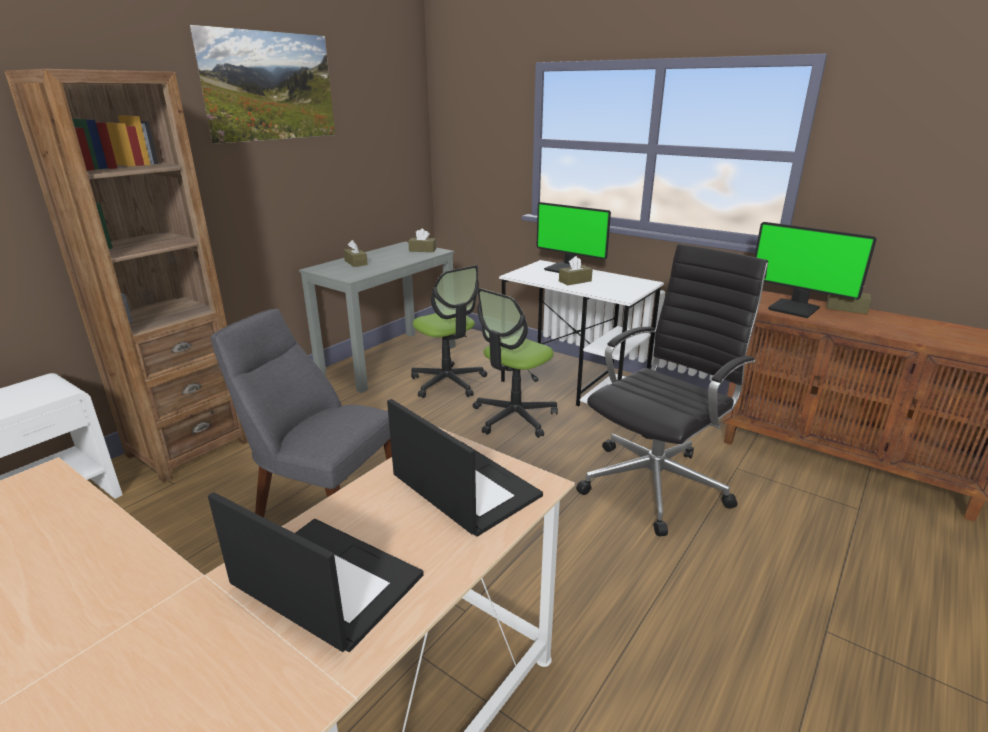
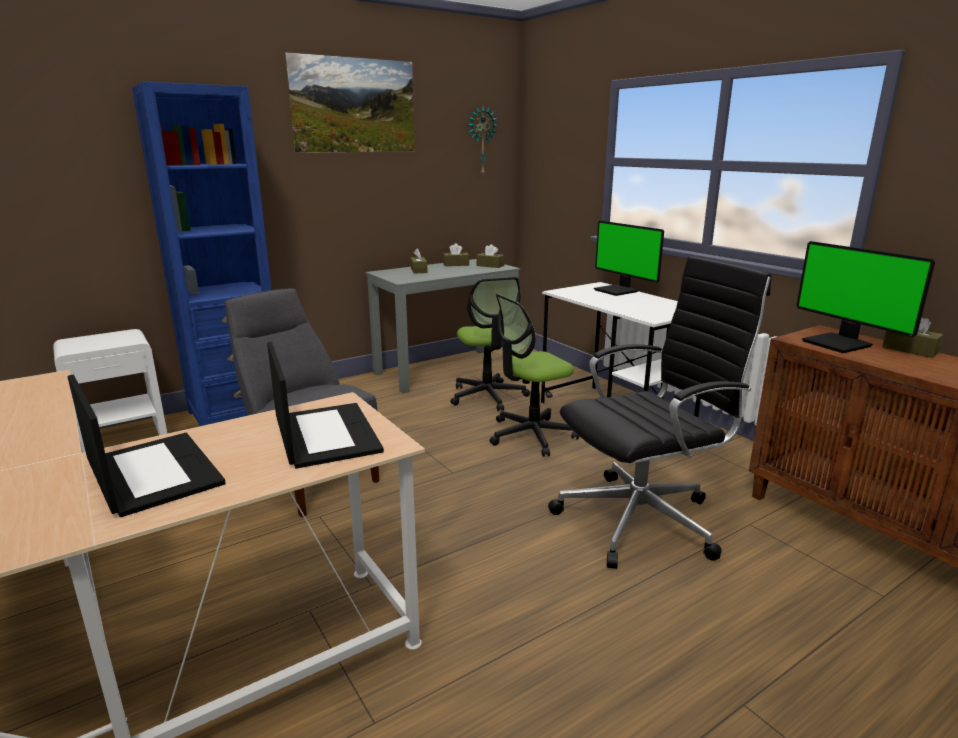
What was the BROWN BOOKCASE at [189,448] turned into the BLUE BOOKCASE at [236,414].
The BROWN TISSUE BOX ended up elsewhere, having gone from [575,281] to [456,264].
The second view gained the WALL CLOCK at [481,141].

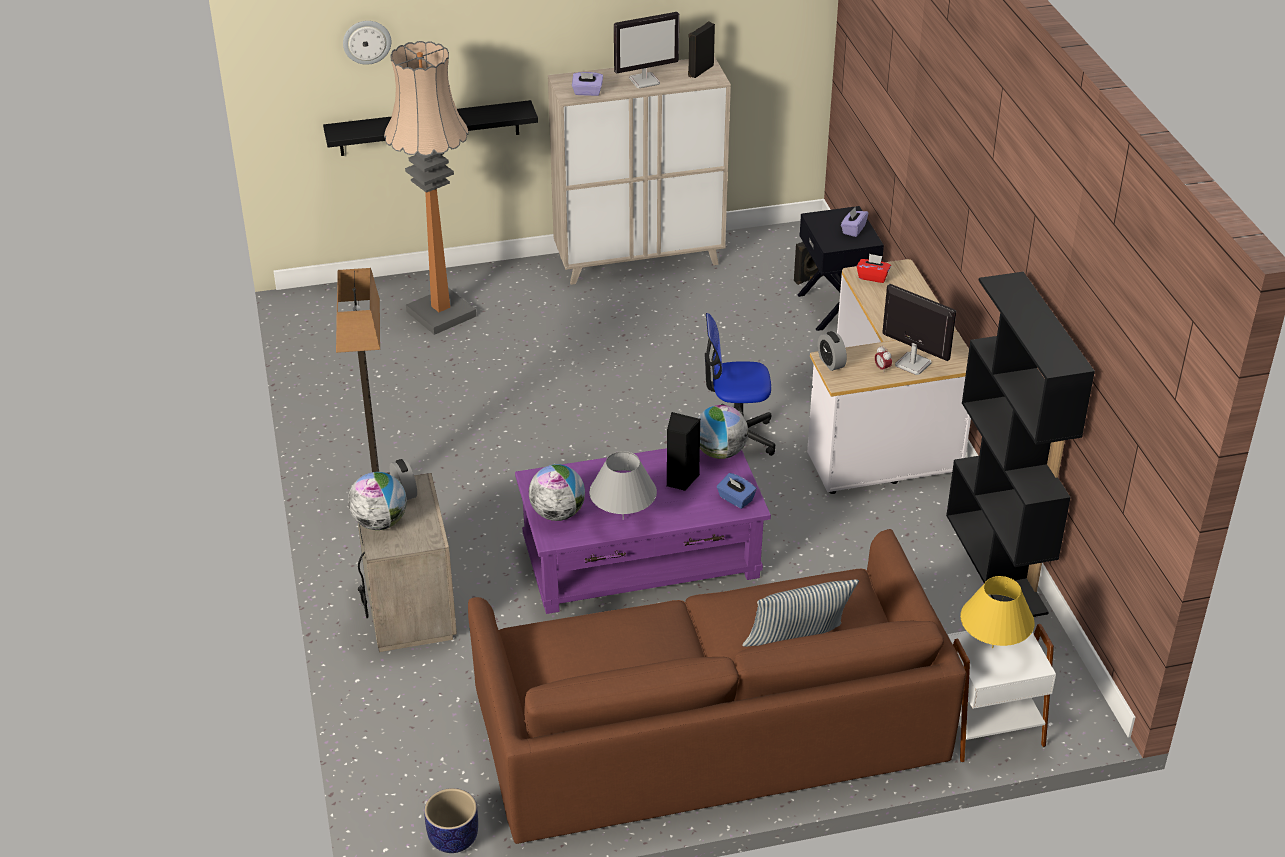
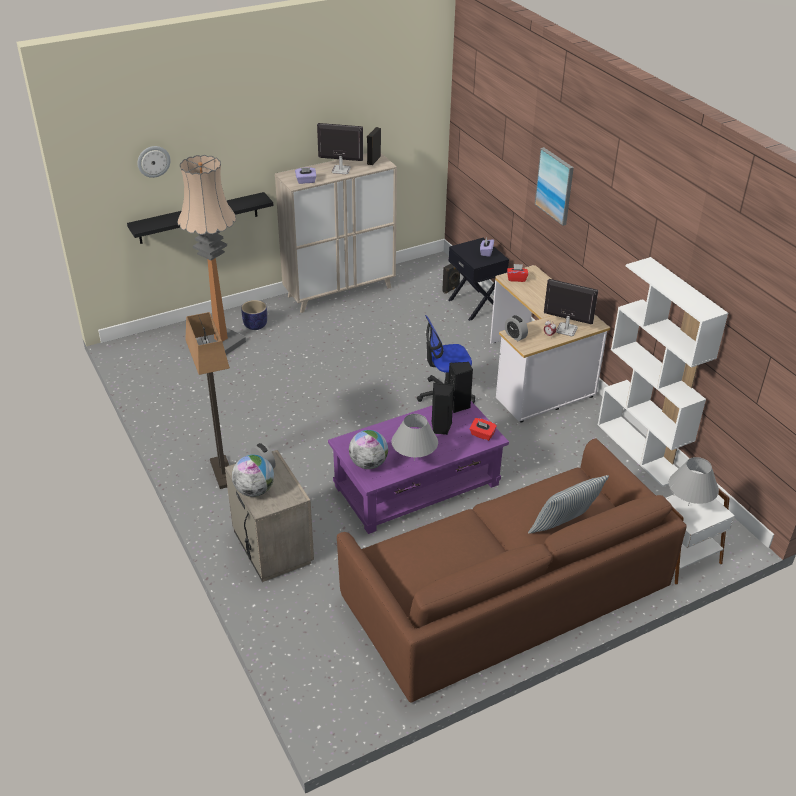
The PLANTER ended up elsewhere, having gone from [453,839] to [255,325].
The MONITOR at [645,81] ended up facing another way, 135 degrees counterclockwise from before.
Where the GLOBE stood at [720,452], the BLACK SPEAKER came to stand at [459,405].
What was the BLUE TISSUE BOX at [735,499] turned into the RED TISSUE BOX at [482,435].
The second view gained the PICTURE at [555,186].
What was the BLACK BOOKCASE at [997,563] turned into the WHITE BOOKCASE at [641,450].
What was the YELLOW TABLE LAMP at [992,647] turned into the GREY TABLE LAMP at [688,505].

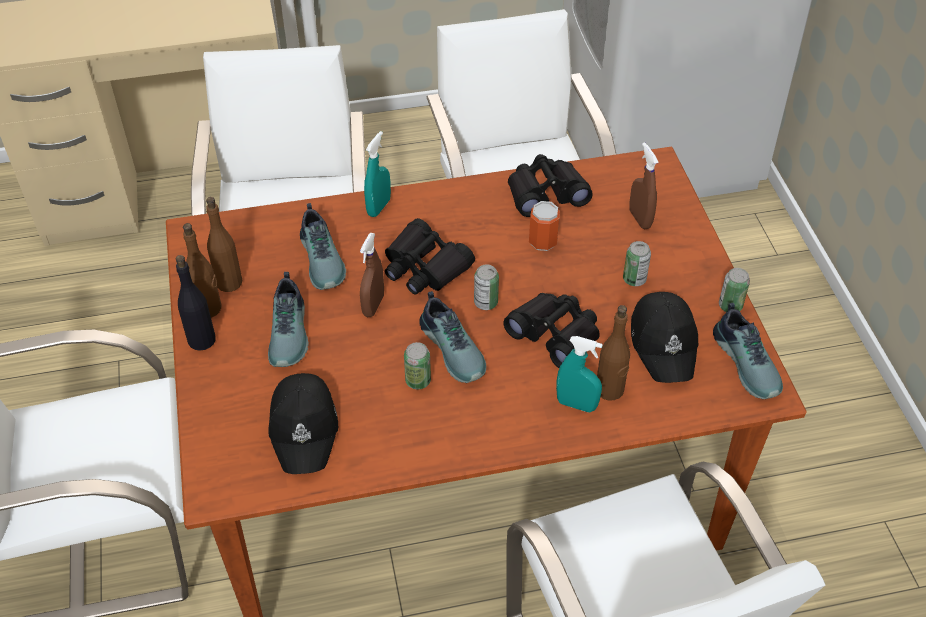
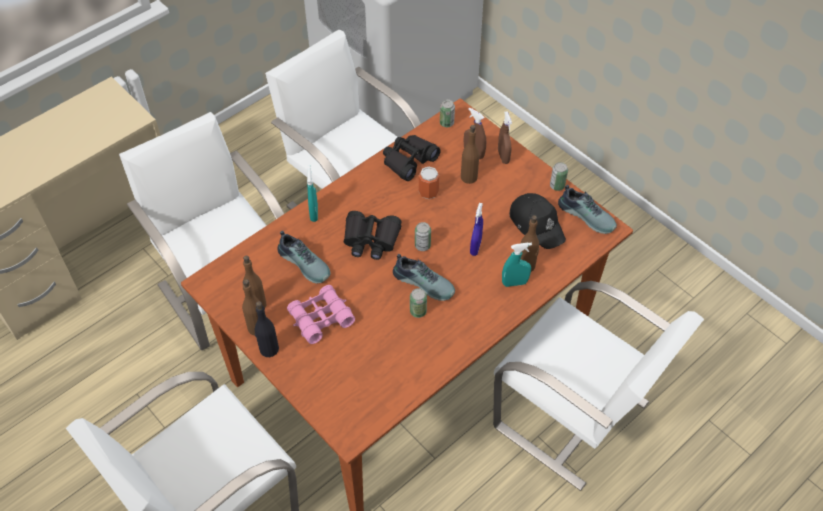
Where the SHOE stood at [291,332], the PINK BINOCULARS came to stand at [321,318].
The CAN ended up elsewhere, having gone from [634,279] to [446,123].
The second view gained the BROWN BOTTLE at [469,177].
Where the BLACK BINOCULARS stood at [555,335], the BLUE SPRAY BOTTLE came to stand at [475,247].
The BROWN SPRAY BOTTLE ended up elsewhere, having gone from [373,306] to [503,156].
The second view lost the BLACK CAP at [305,428].

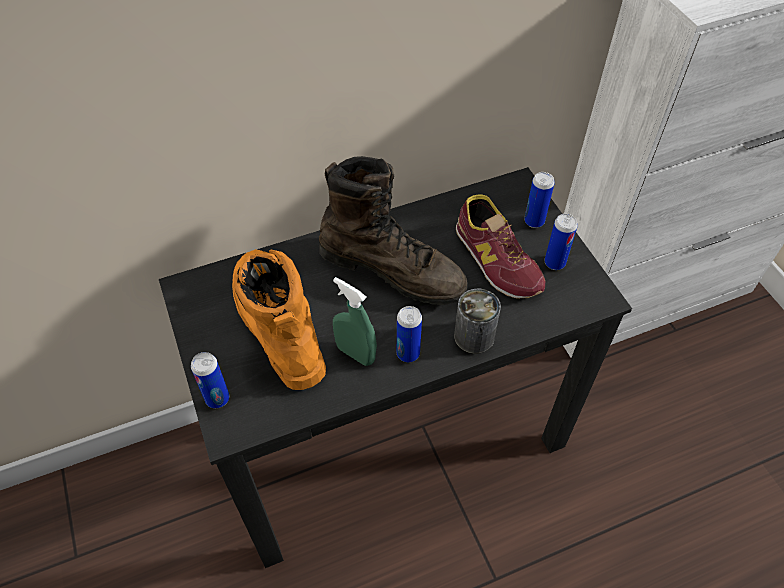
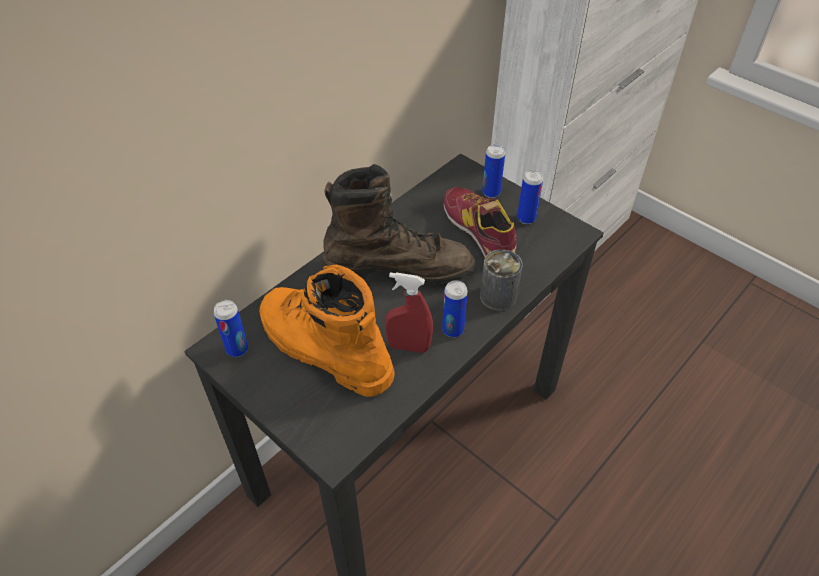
The CAN ended up elsewhere, having gone from [217,398] to [237,349].
What was the GREEN SPRAY BOTTLE at [355,353] turned into the RED SPRAY BOTTLE at [408,346].
The SHOE at [496,260] ended up facing another way, 150 degrees counterclockwise from before.

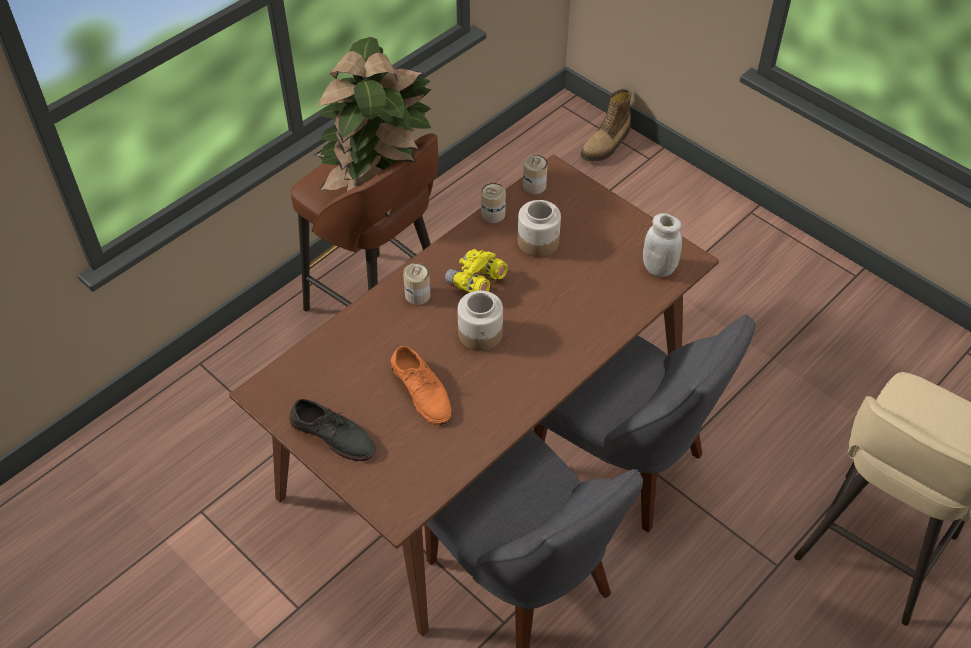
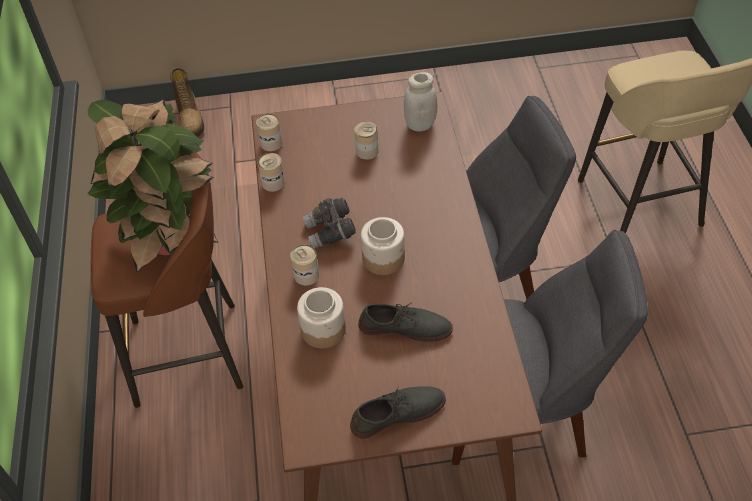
The JAR ended up elsewhere, having gone from [538,242] to [323,329].
What was the YELLOW BINOCULARS at [476,282] turned into the GREY BINOCULARS at [330,232].
The second view gained the CAN at [367,151].
What was the ORANGE SHOE at [422,390] turned into the GREY SHOE at [405,327].

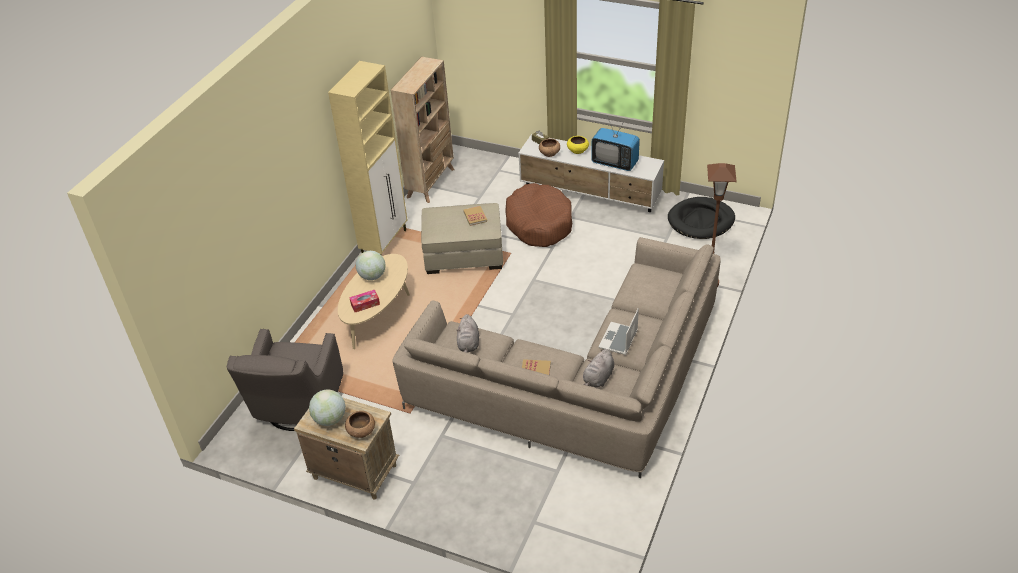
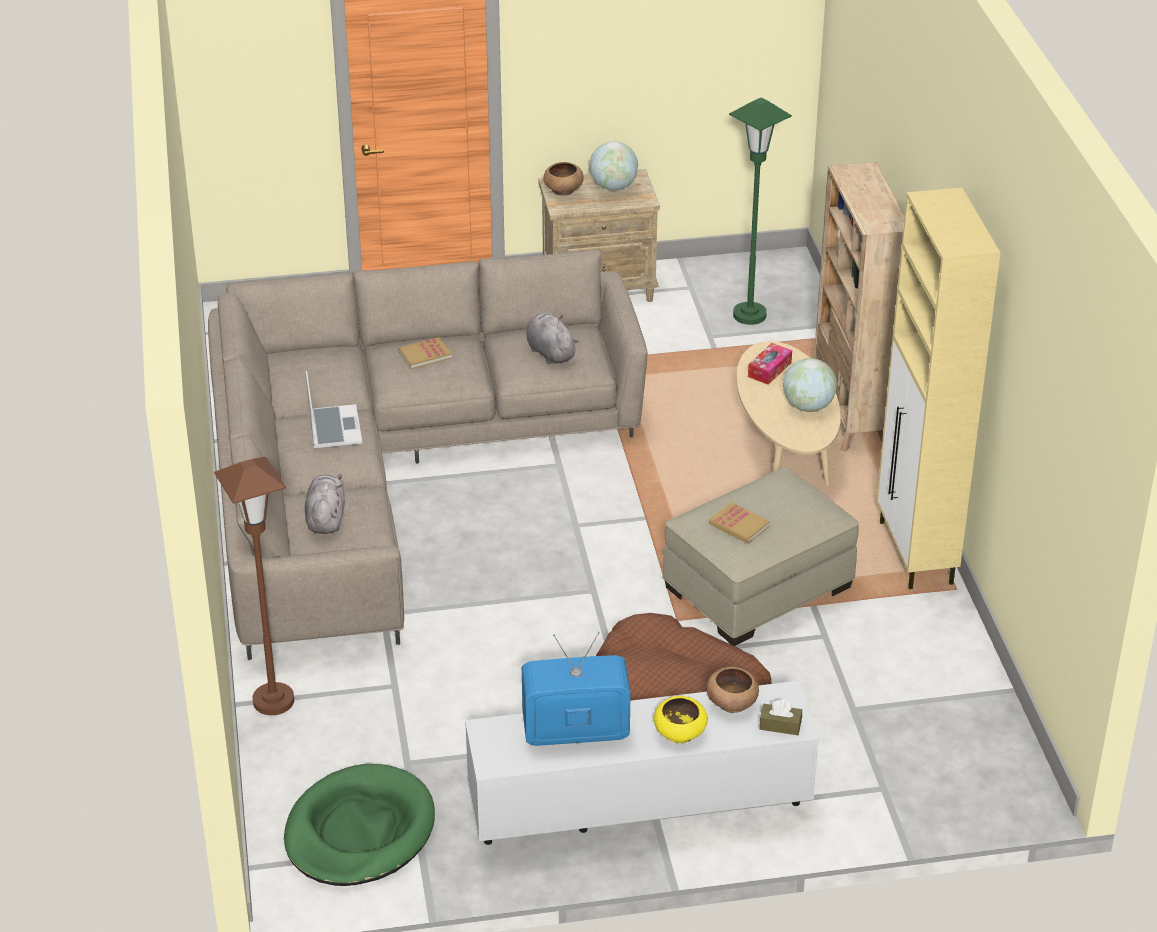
What was the BLACK DOG BED at [701,221] turned into the GREEN DOG BED at [359,831].
The GREY PLUSH TOY ended up elsewhere, having gone from [598,379] to [326,518].
Where the GREY ARMCHAIR stood at [297,408], the GREEN FLOOR LAMP came to stand at [749,315].
The BEIGE BOOKCASE ended up elsewhere, having gone from [431,183] to [850,414].

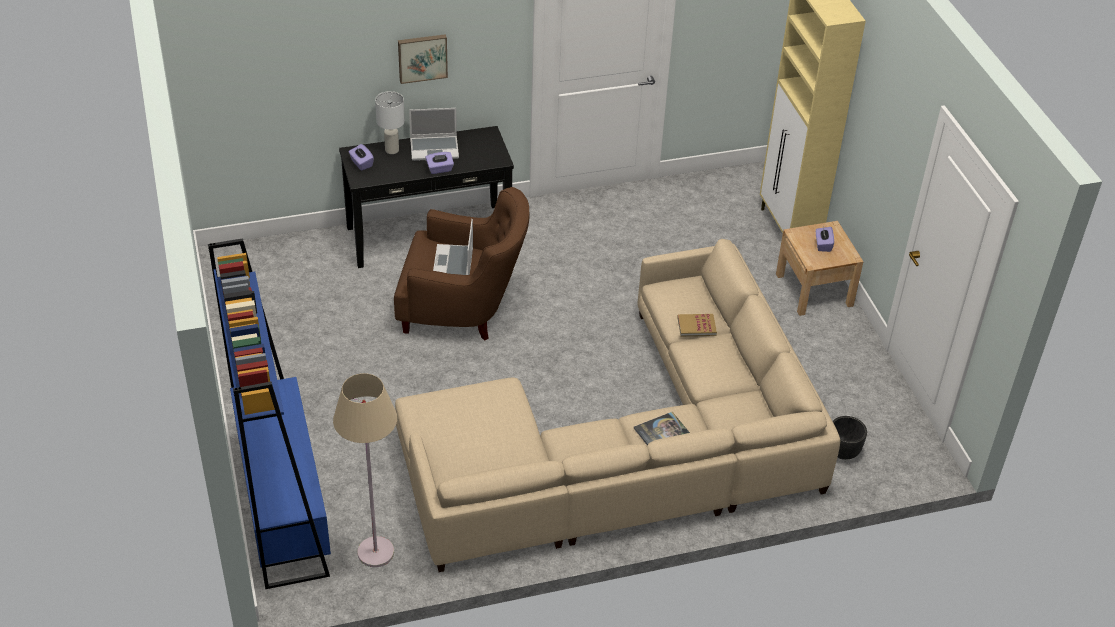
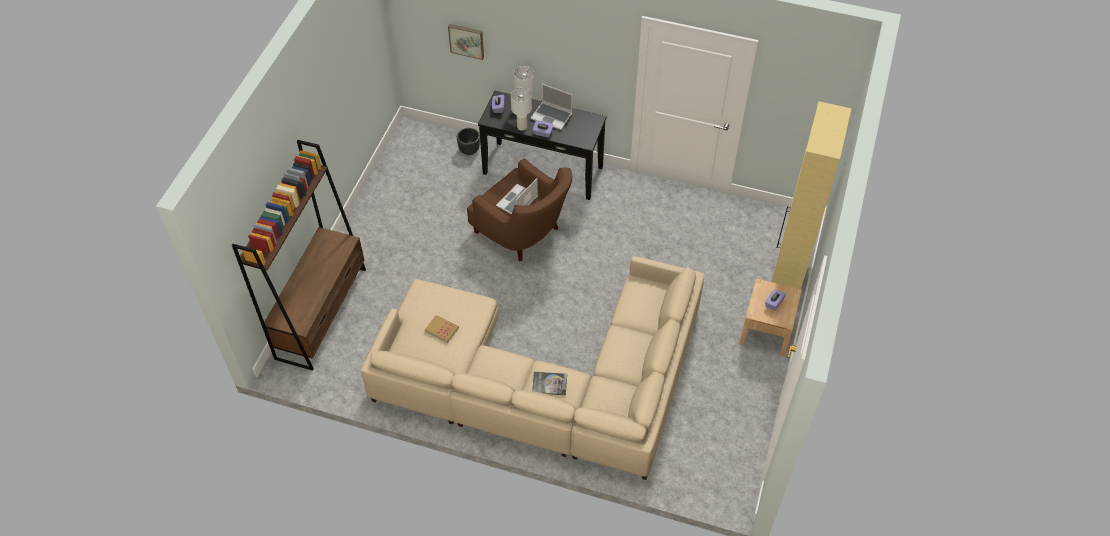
What was the BLUE BOOKCASE at [283,506] turned into the BROWN BOOKCASE at [321,313].
The BOOK ended up elsewhere, having gone from [696,326] to [442,329].
The PICTURE ended up elsewhere, having gone from [422,57] to [466,40].
The BLACK PLANTER ended up elsewhere, having gone from [843,452] to [469,150].
The second view gained the WHITE TABLE LAMP at [521,127].
The second view lost the BEIGE FLOOR LAMP at [376,552].

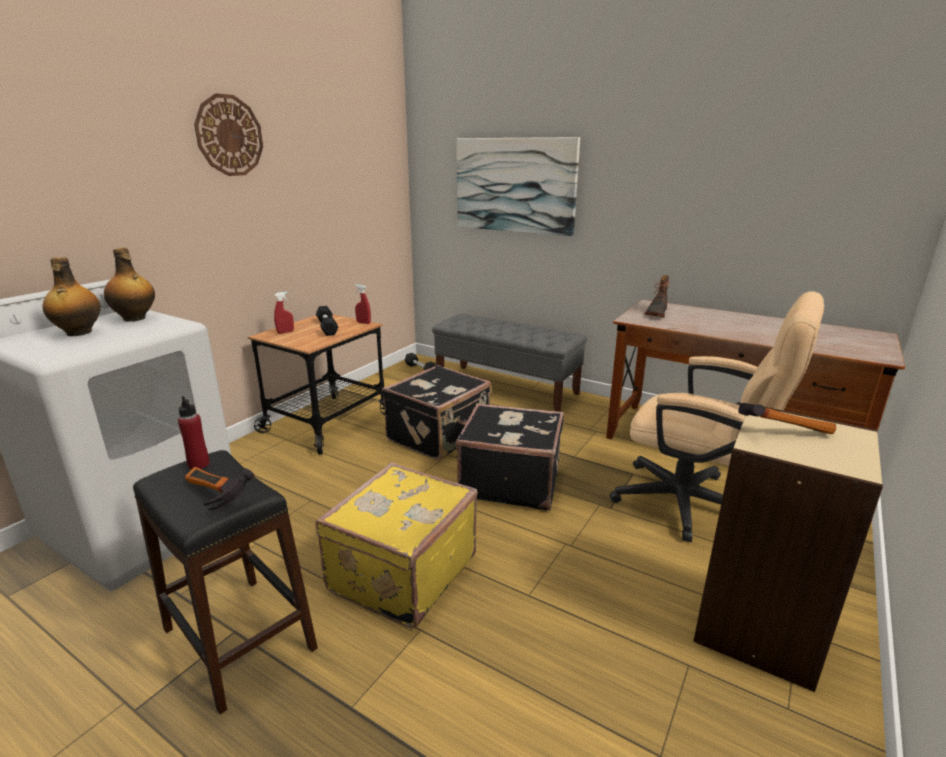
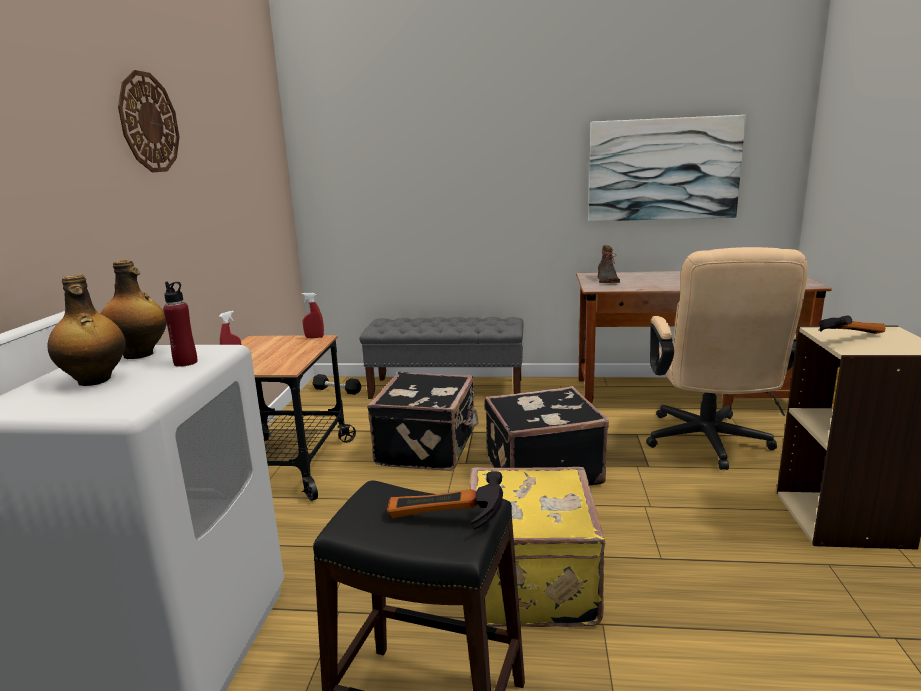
The RED BOTTLE ended up elsewhere, having gone from [199,464] to [185,362].
The PICTURE ended up elsewhere, having gone from [515,185] to [663,169].
The BEIGE OFFICE CHAIR at [695,505] ended up facing another way, 90 degrees clockwise from before.
The second view lost the BLACK DUMBBELL at [327,327].

